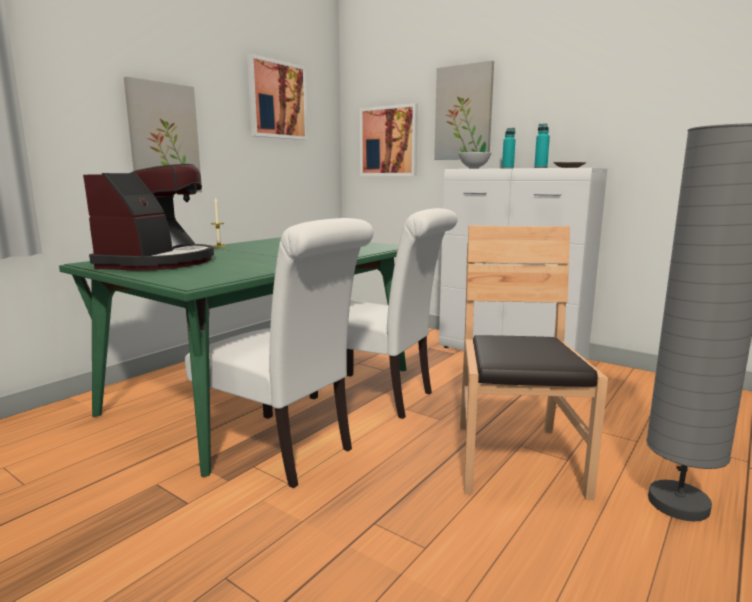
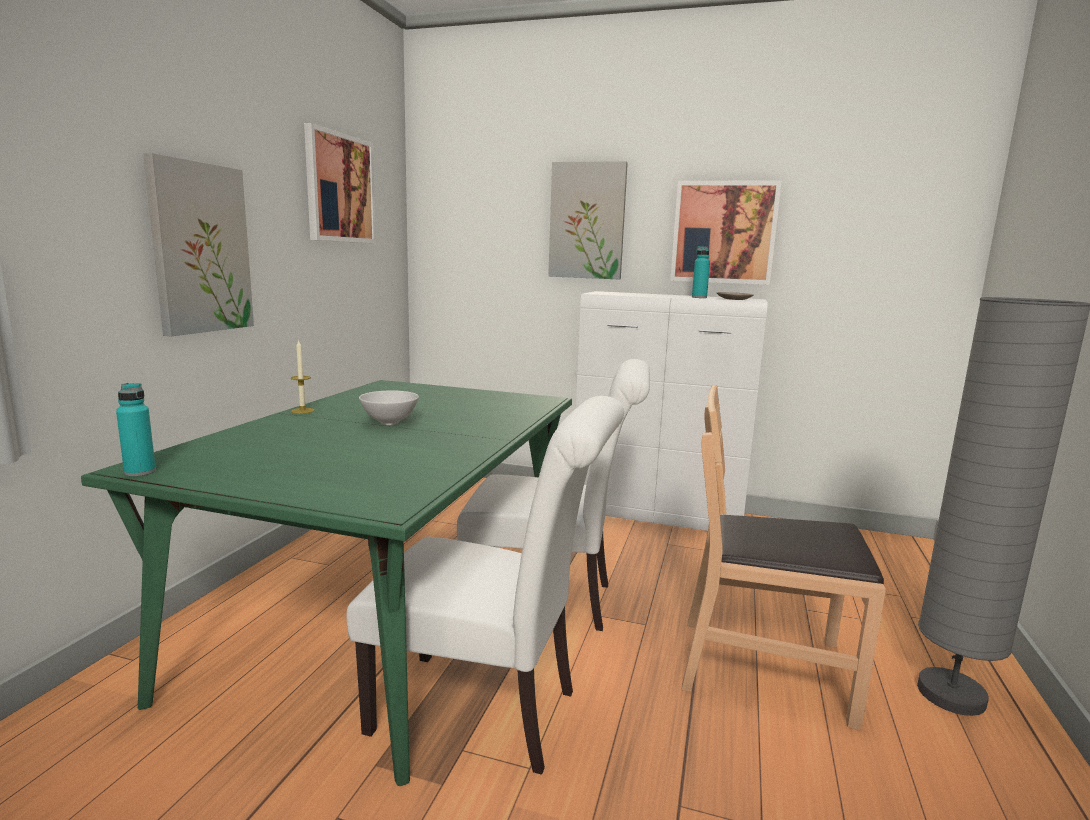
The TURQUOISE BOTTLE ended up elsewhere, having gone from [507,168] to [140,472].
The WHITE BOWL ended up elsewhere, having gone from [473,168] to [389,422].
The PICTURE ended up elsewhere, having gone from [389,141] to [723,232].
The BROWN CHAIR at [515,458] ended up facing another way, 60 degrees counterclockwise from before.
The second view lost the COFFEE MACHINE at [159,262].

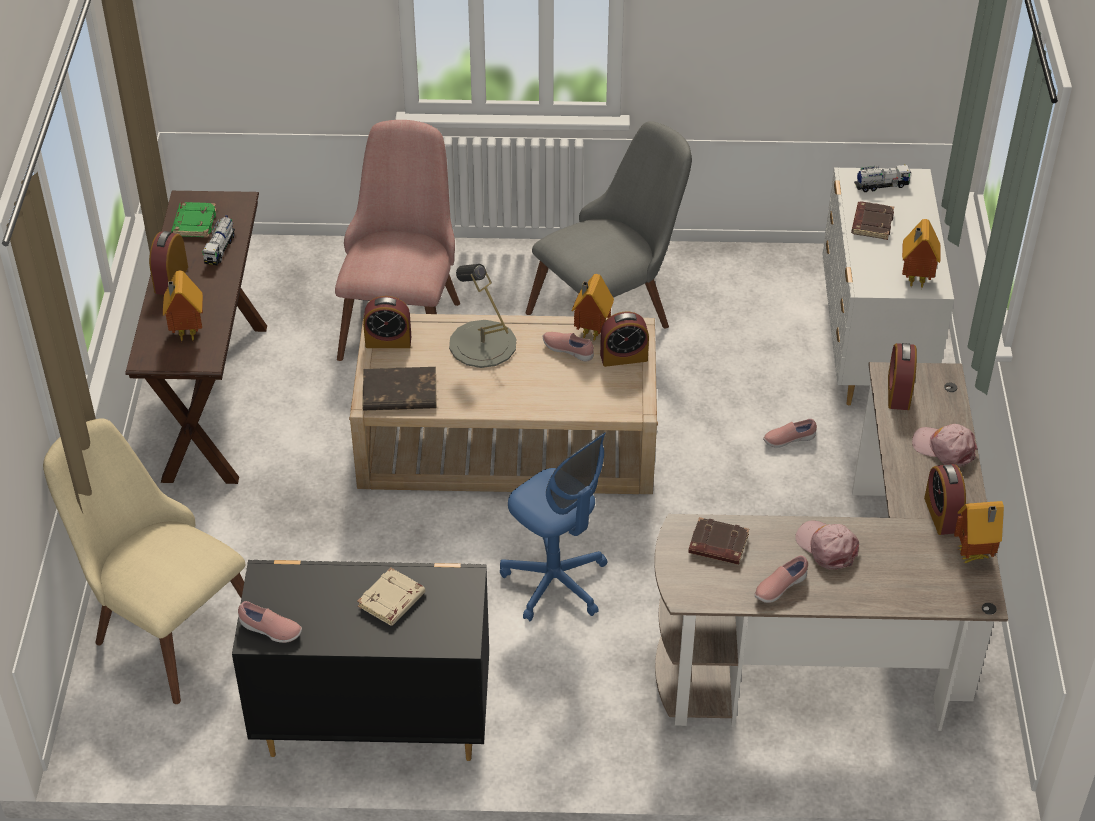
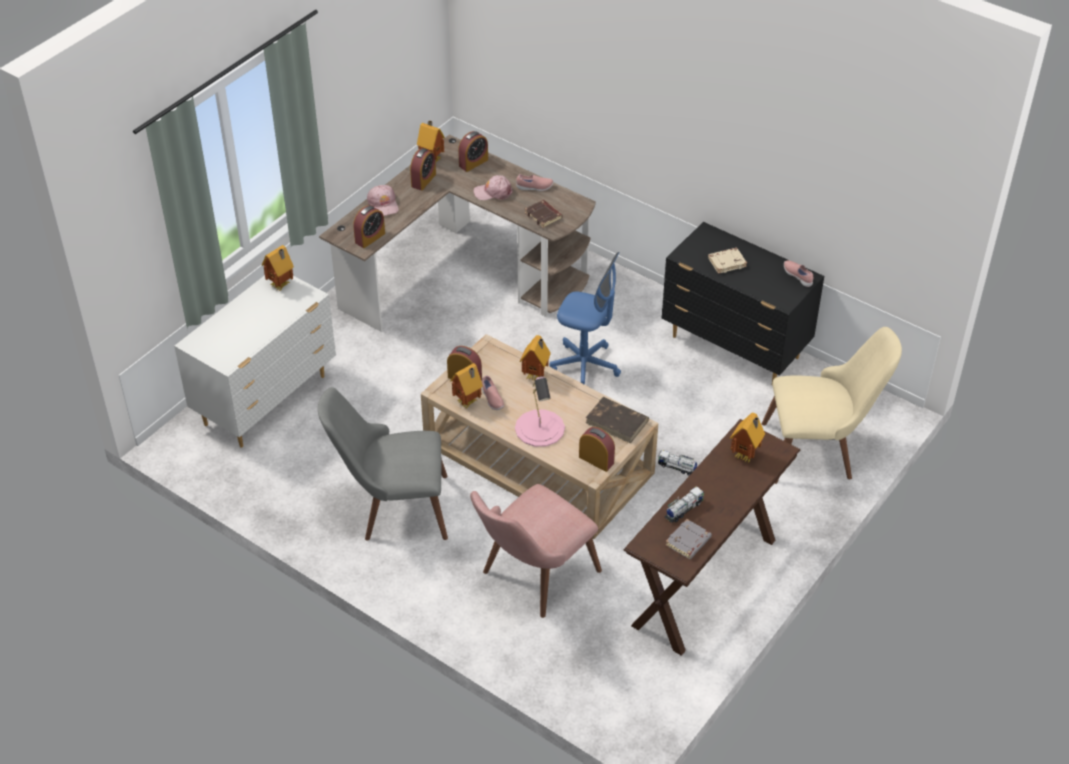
The ALARM CLOCK ended up elsewhere, having gone from [171,279] to [473,163].
The PINK CAP at [827,547] ended up facing another way, 90 degrees clockwise from before.
What was the GREY TABLE LAMP at [482,344] turned into the PINK TABLE LAMP at [540,428].
The second view gained the TOY HOUSE at [536,376].
The BLUE OFFICE CHAIR at [555,583] ended up facing another way, 120 degrees clockwise from before.
The TOY TRUCK ended up elsewhere, having gone from [881,185] to [677,467].
What was the GREEN BOOK at [194,223] turned into the GREY BOOK at [688,542].
The BEIGE CHAIR at [163,624] ended up facing another way, 75 degrees counterclockwise from before.
The second view lost the PINK SHOE at [788,440].
The second view lost the BROWN BOOK at [871,223].

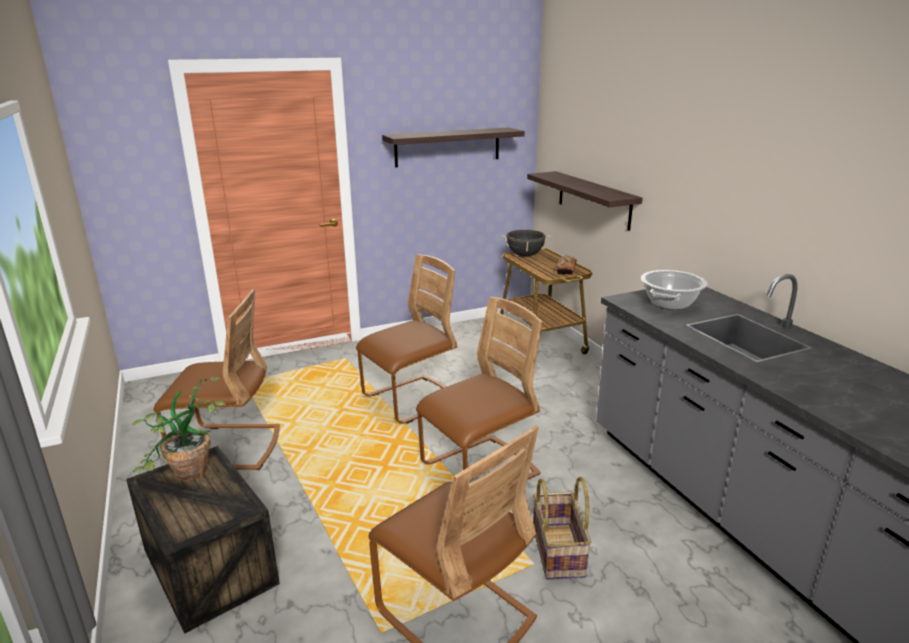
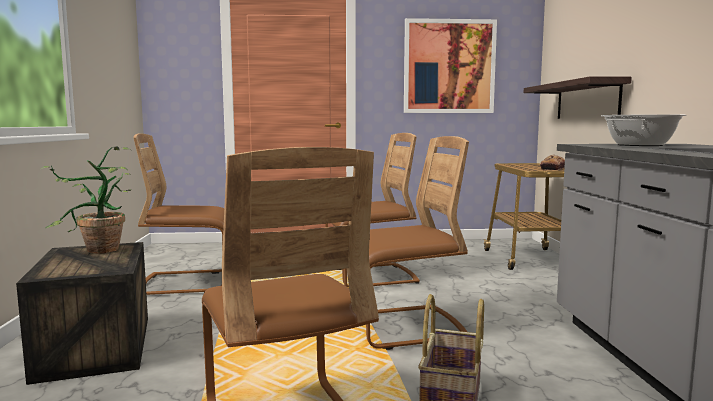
The BROWN CHAIR at [228,448] ended up facing another way, 150 degrees clockwise from before.
Where the SHELF hung at [448,147], the PICTURE came to hang at [449,67].
The second view lost the BLACK COOKING POT at [525,255].

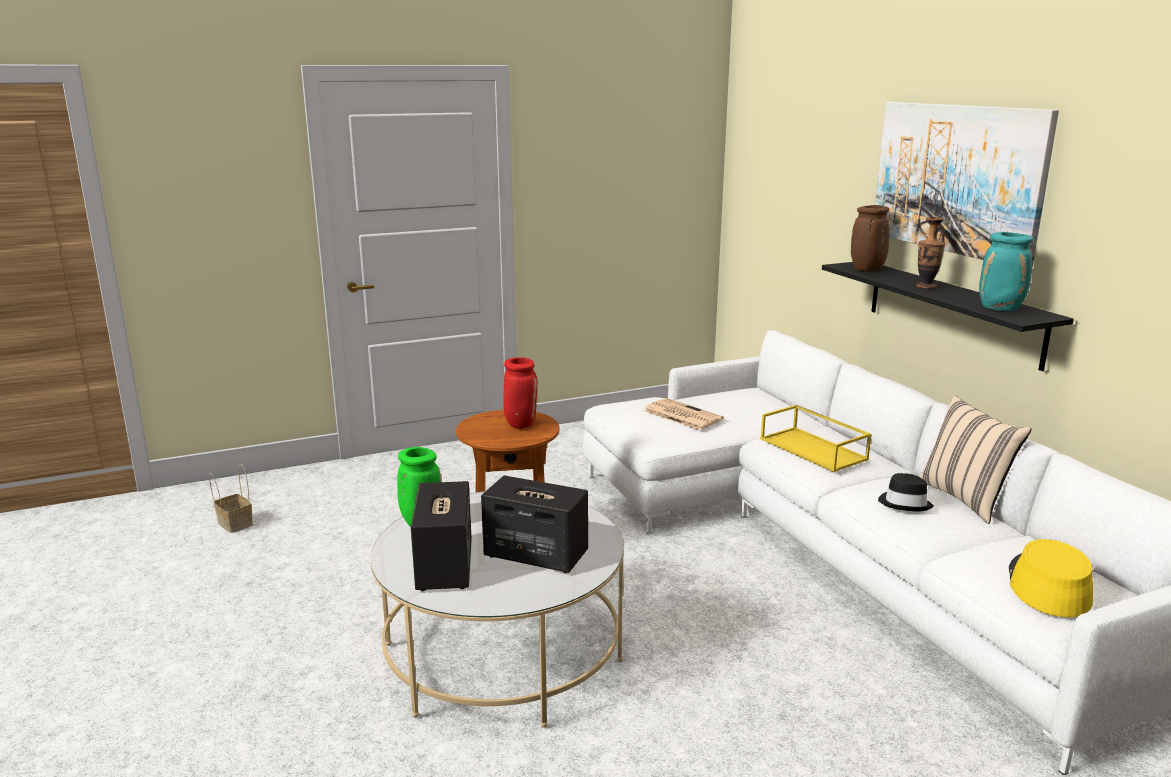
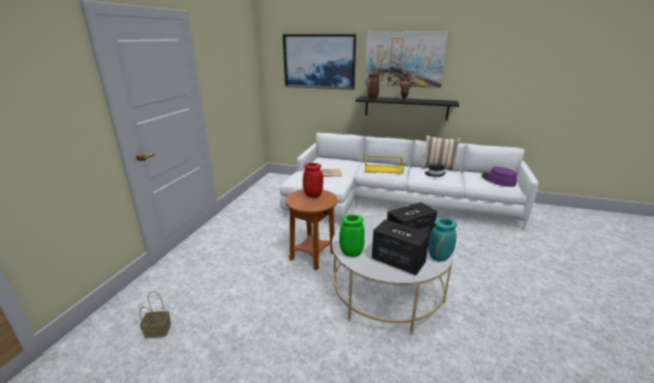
The second view gained the PICTURE at [319,61].
The TURQUOISE VASE ended up elsewhere, having gone from [1001,309] to [439,257].
What was the YELLOW HAT at [1047,586] turned into the PURPLE HAT at [498,180].

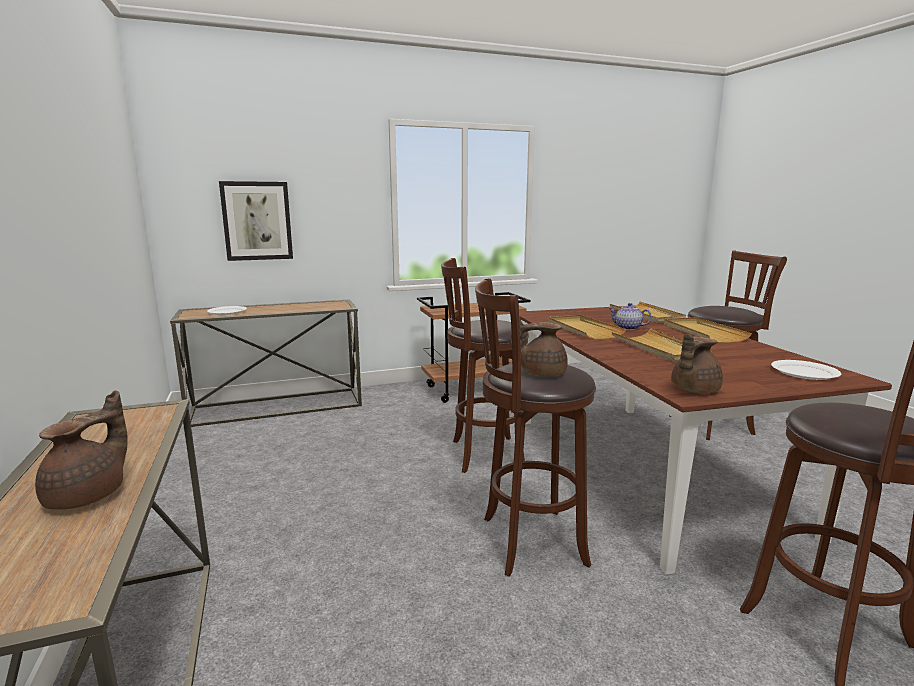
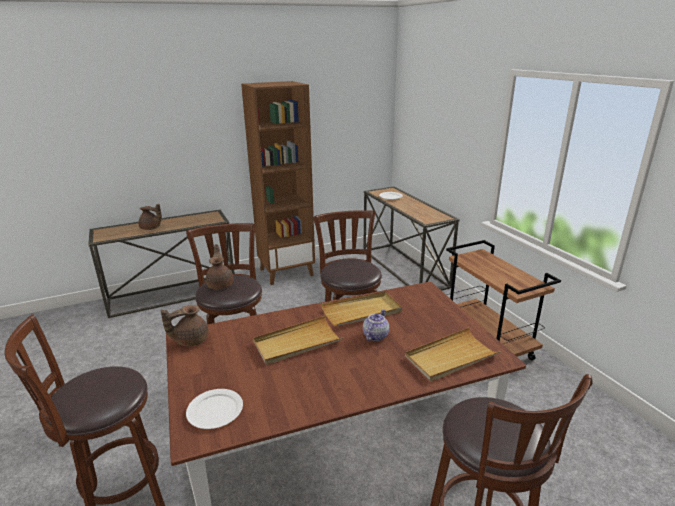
The BROWN TEAPOT at [693,390] ended up facing another way, 75 degrees counterclockwise from before.
The second view gained the BROWN BOOKCASE at [286,272].
The second view lost the PICTURE at [257,221].
The second view lost the BEIGE TRAY at [702,332].

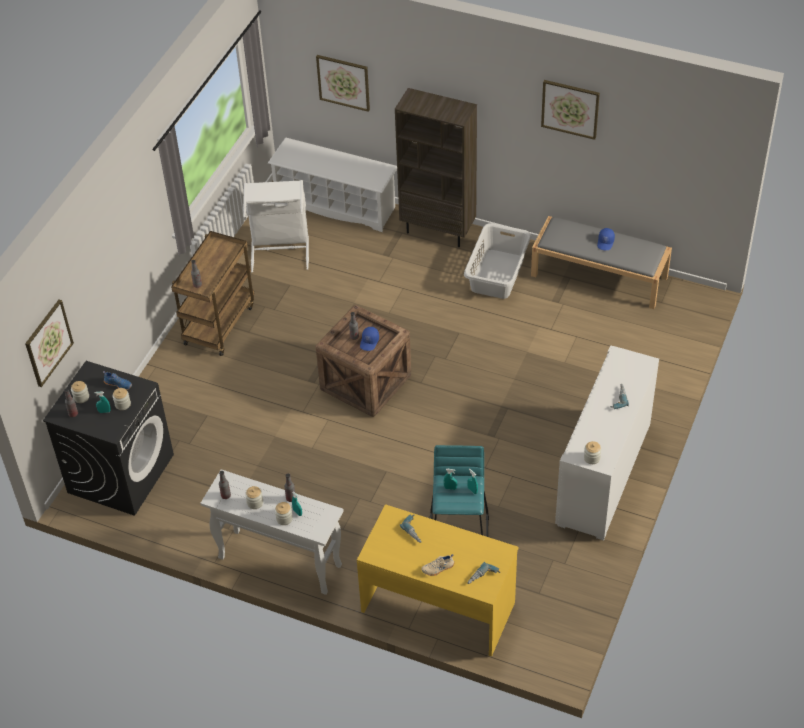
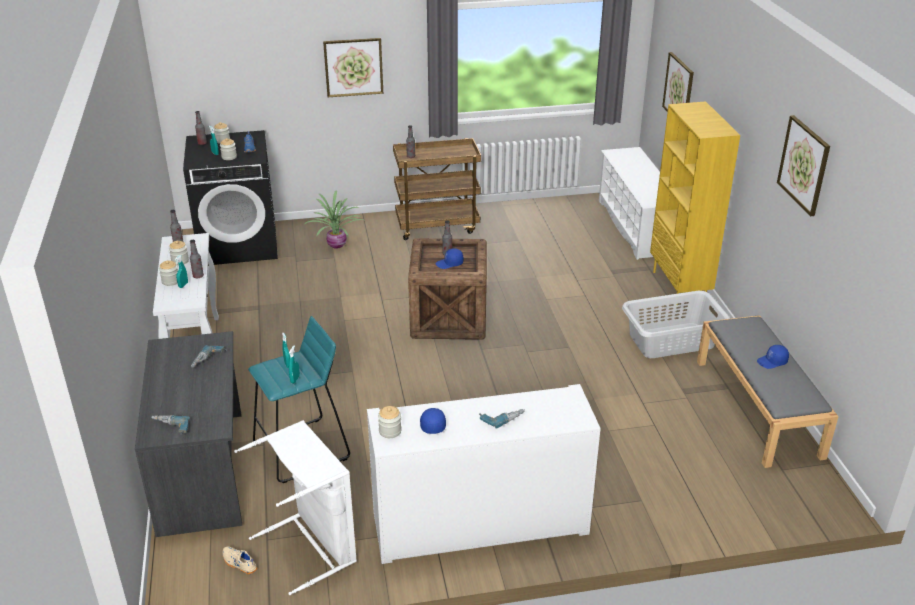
What was the YELLOW DESK at [438,606] turned into the GREY DESK at [203,471].
The BEIGE SHOE ended up elsewhere, having gone from [438,568] to [239,564].
The WHITE LAUNDRY BASKET ended up elsewhere, having gone from [280,249] to [312,545].
The second view gained the POTTED PLANT at [337,244].
The PICTURE ended up elsewhere, having gone from [48,342] to [353,67].
The second view gained the BLUE CAP at [431,424].
What was the BROWN BOOKCASE at [438,230] turned into the YELLOW BOOKCASE at [679,287].

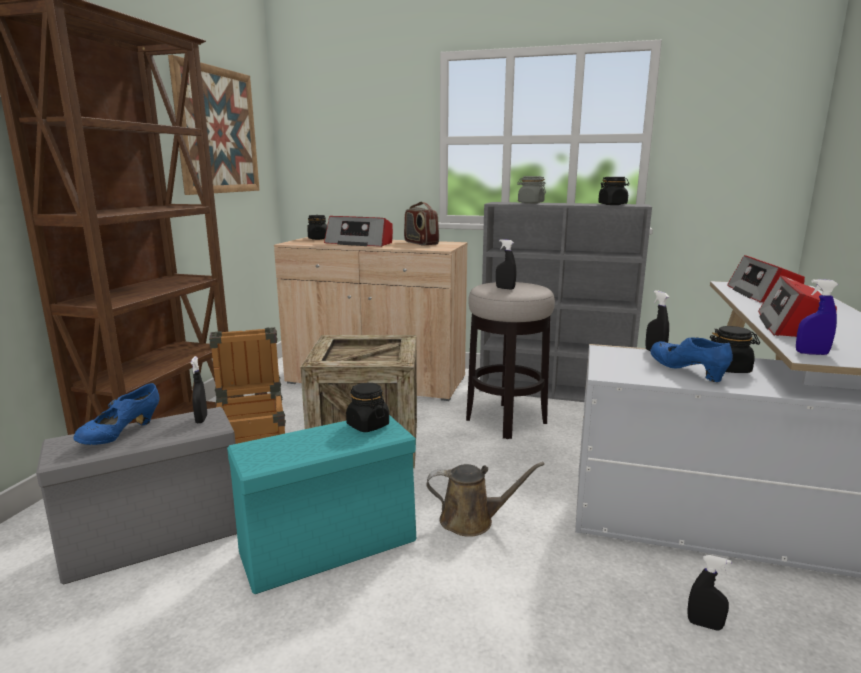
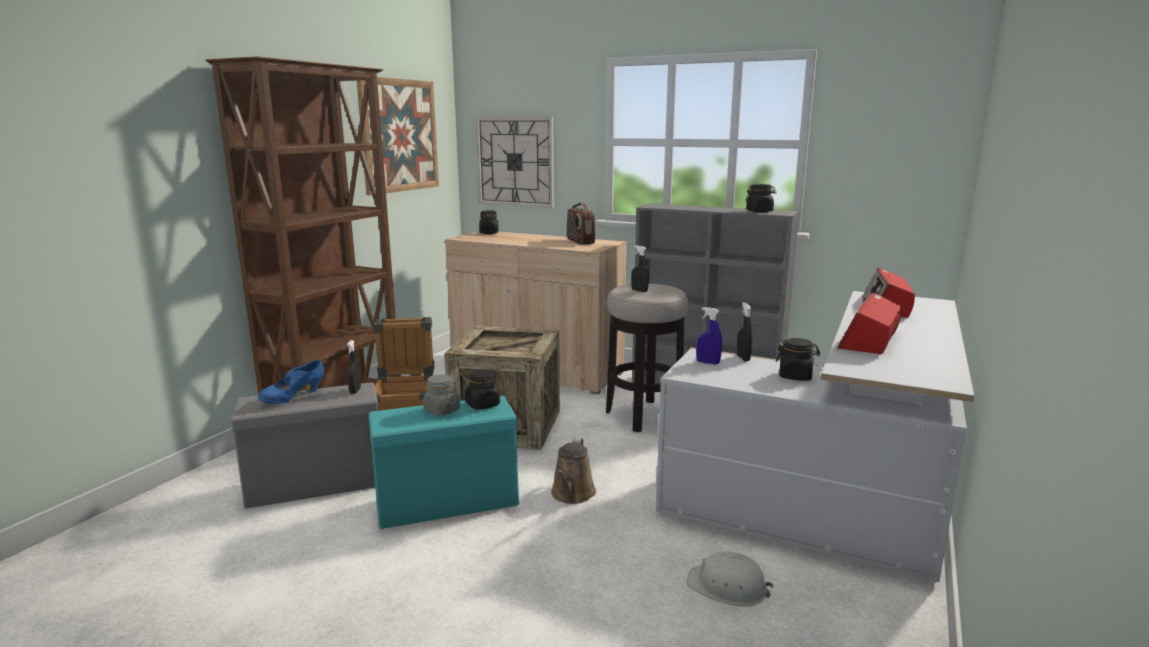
The GREY JAR ended up elsewhere, having gone from [530,203] to [441,410].
The second view gained the WALL CLOCK at [515,161].
The BROWN WATERING CAN at [472,520] ended up facing another way, 90 degrees clockwise from before.
Where the BLACK SPRAY BOTTLE stood at [704,625], the WHITE HARD HAT came to stand at [727,587].
The BLUE SPRAY BOTTLE ended up elsewhere, having gone from [811,353] to [708,362].
The second view lost the RADIO at [360,243].
The second view lost the BLUE SHOE at [687,372].

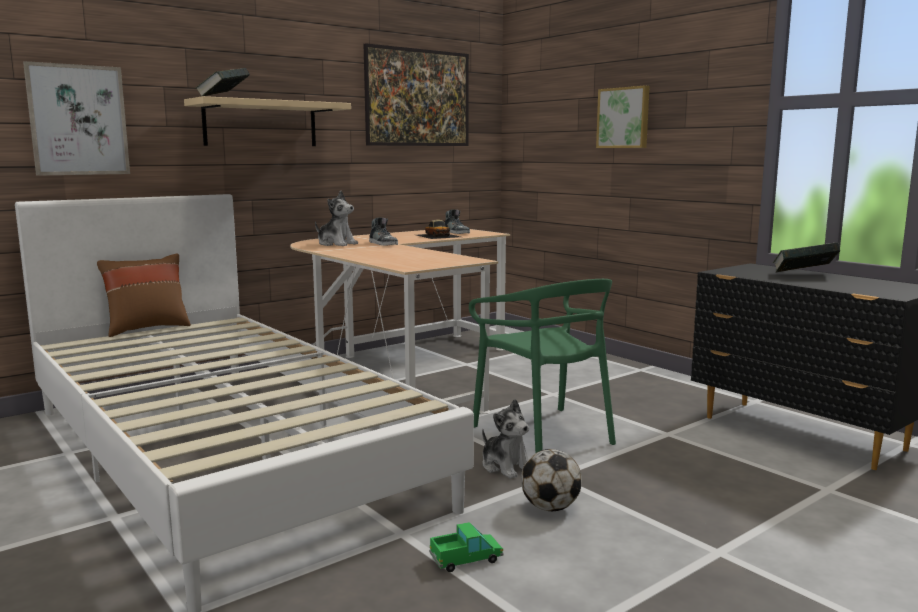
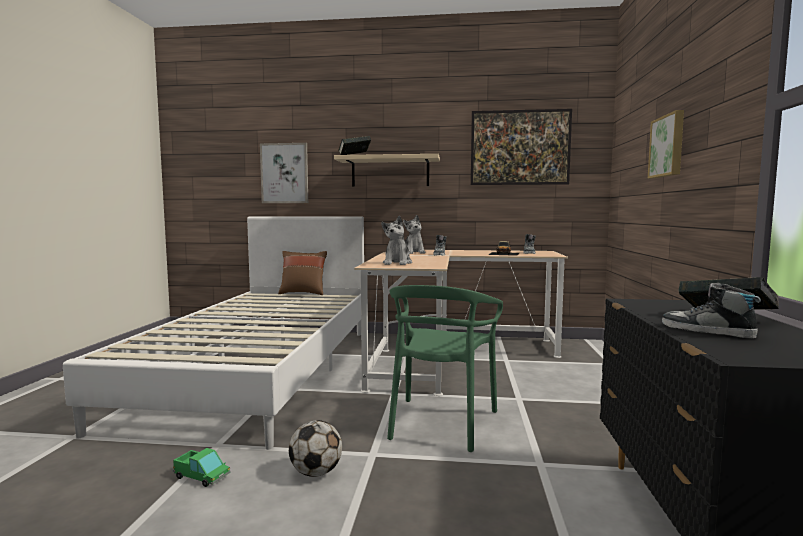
The PLUSH TOY ended up elsewhere, having gone from [506,466] to [397,263].
The second view gained the SHOE at [707,331].

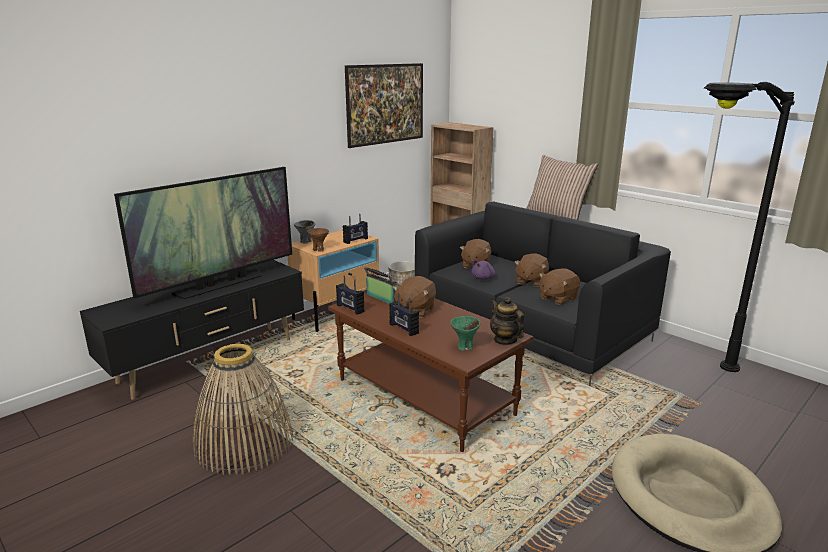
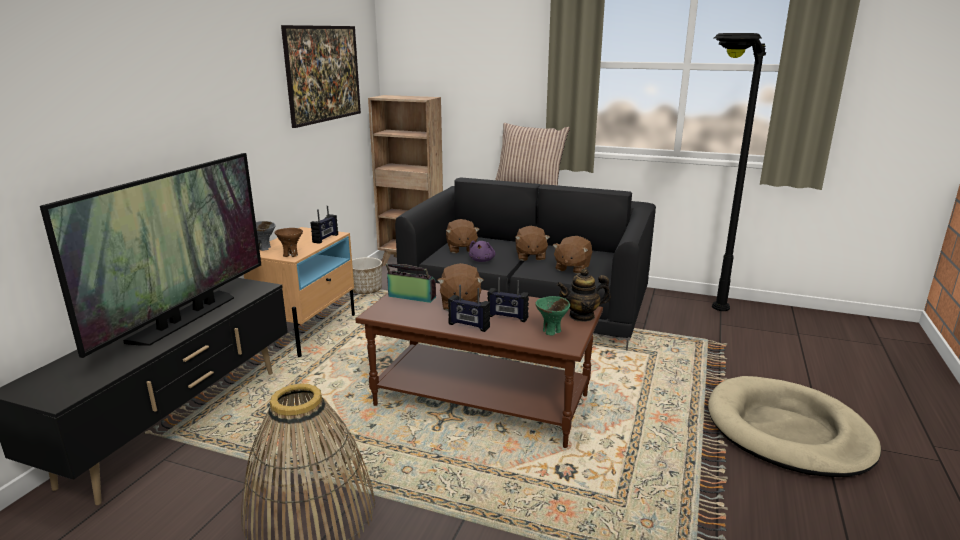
The RADIO ended up elsewhere, having gone from [350,308] to [507,317].
The TEAPOT at [505,340] ended up facing another way, 45 degrees counterclockwise from before.

